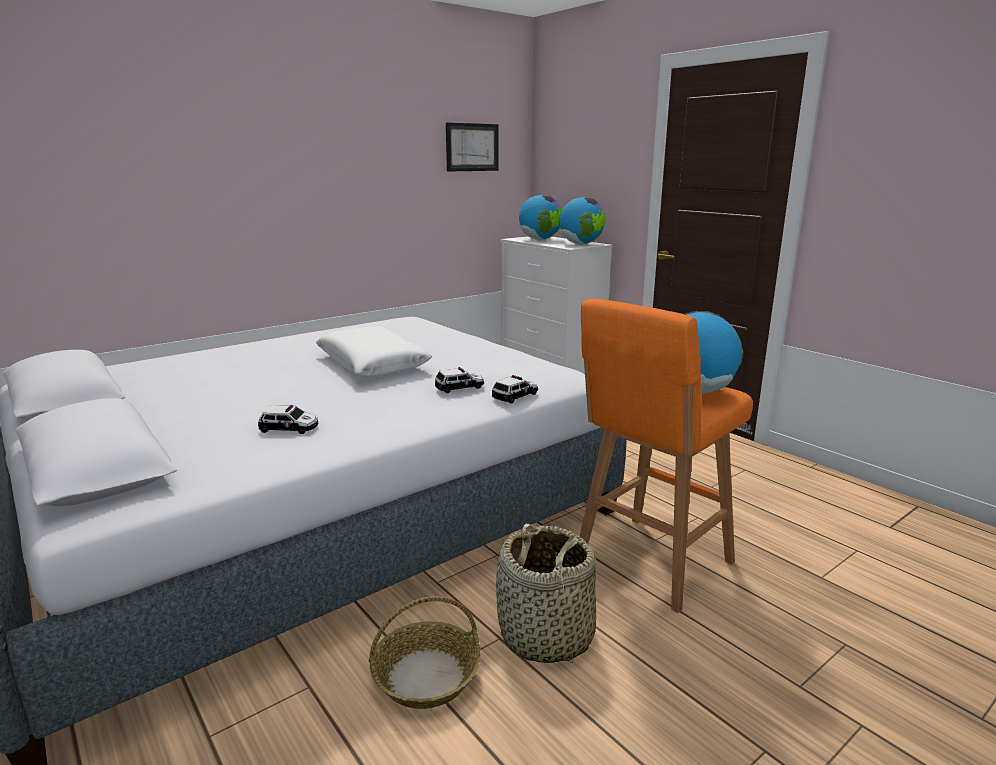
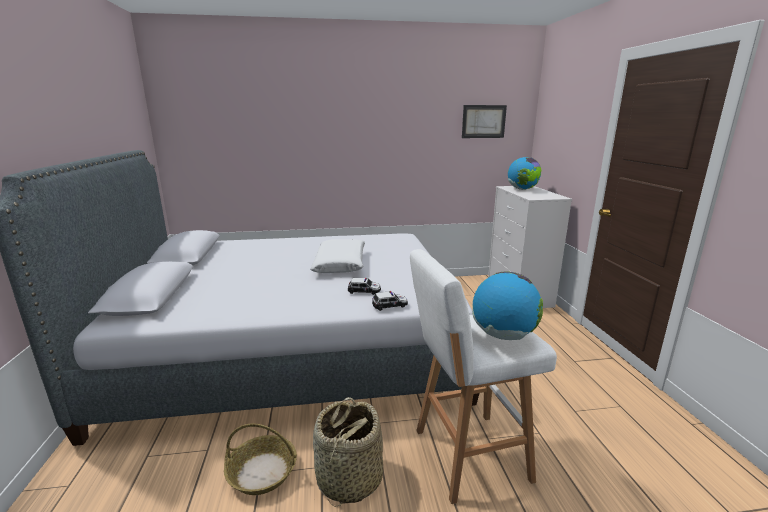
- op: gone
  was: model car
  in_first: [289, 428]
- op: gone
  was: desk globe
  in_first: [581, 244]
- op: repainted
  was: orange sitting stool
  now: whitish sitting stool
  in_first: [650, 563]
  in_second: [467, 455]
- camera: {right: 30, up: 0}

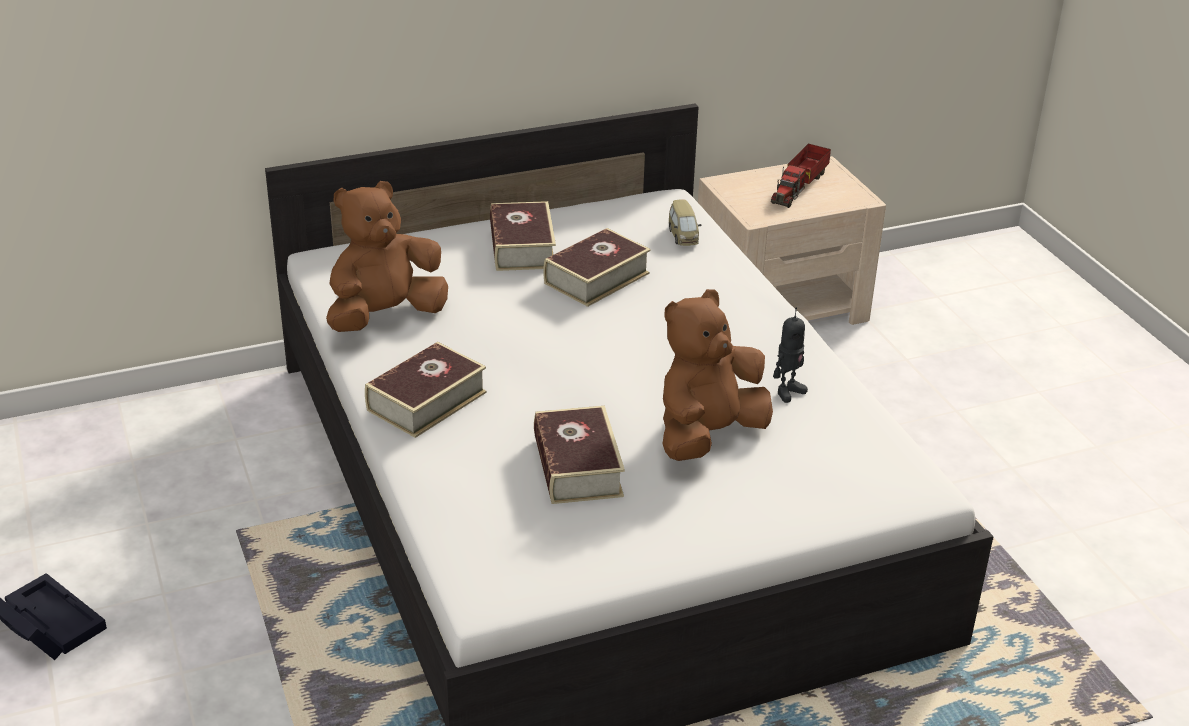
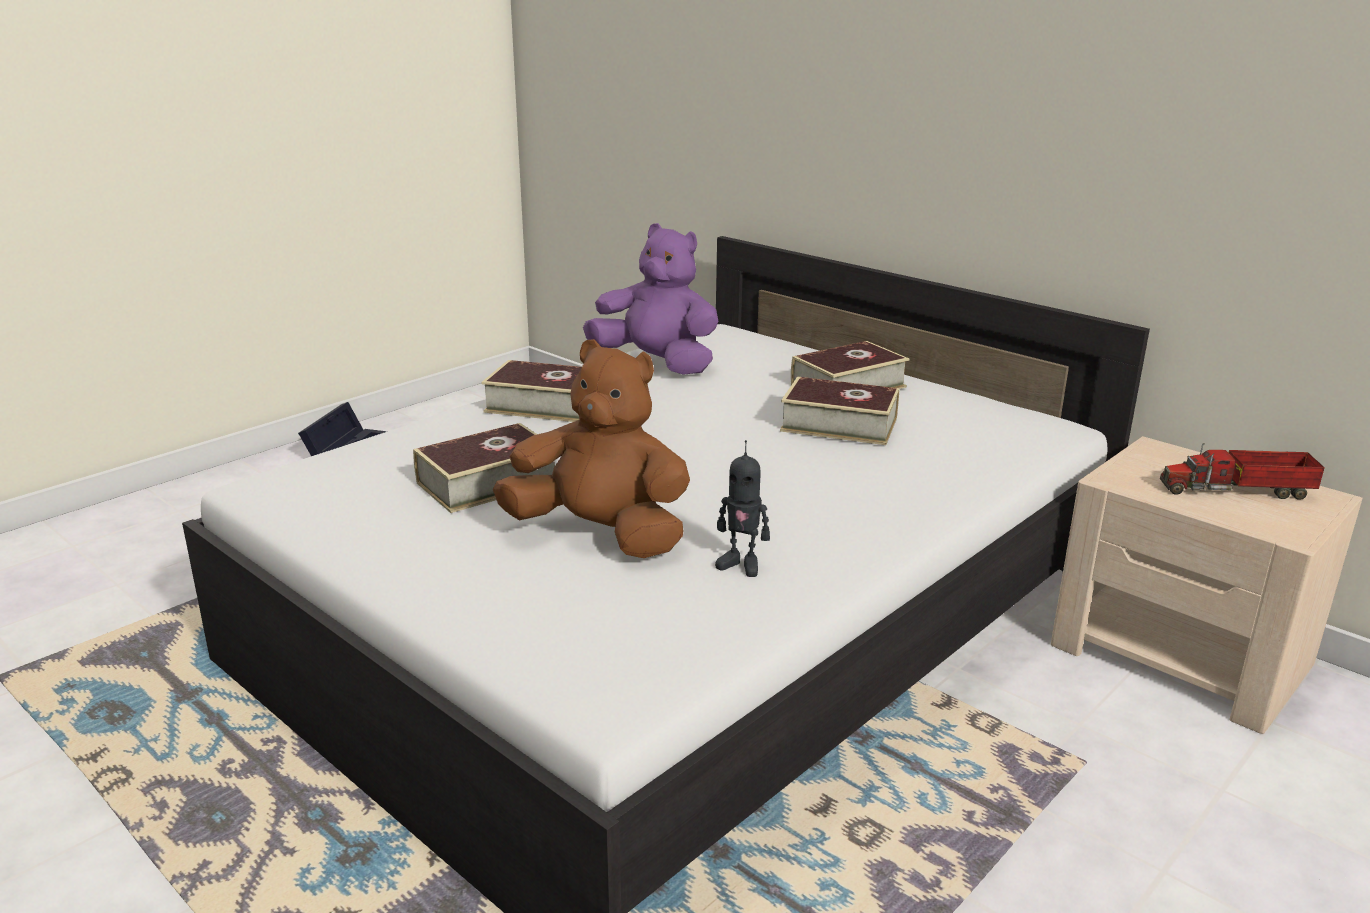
- op: repainted
  was: brownish cuddly toy
  now: purple-coloured cuddly toy
  in_first: [385, 316]
  in_second: [657, 364]
- op: gone
  was: model car
  in_first: [683, 236]
- camera: {right: 65, up: -10}

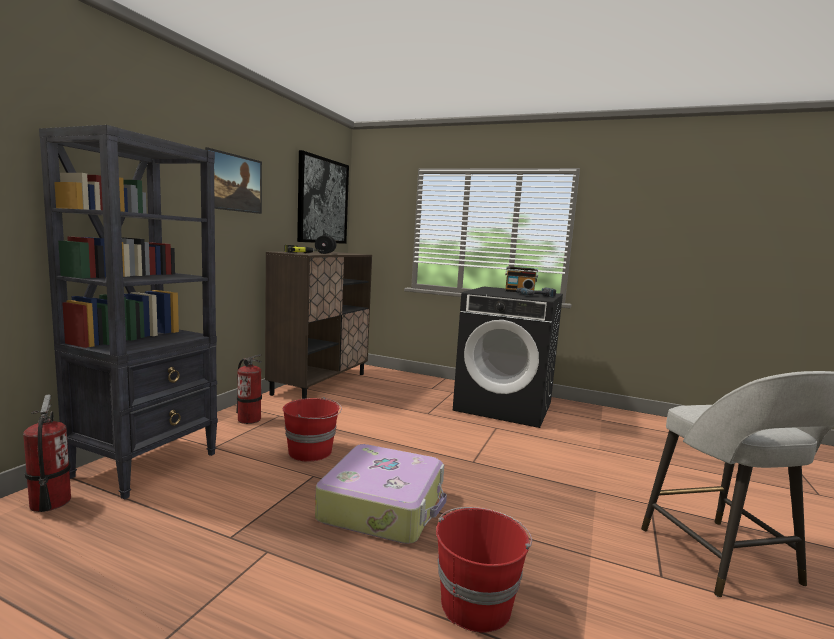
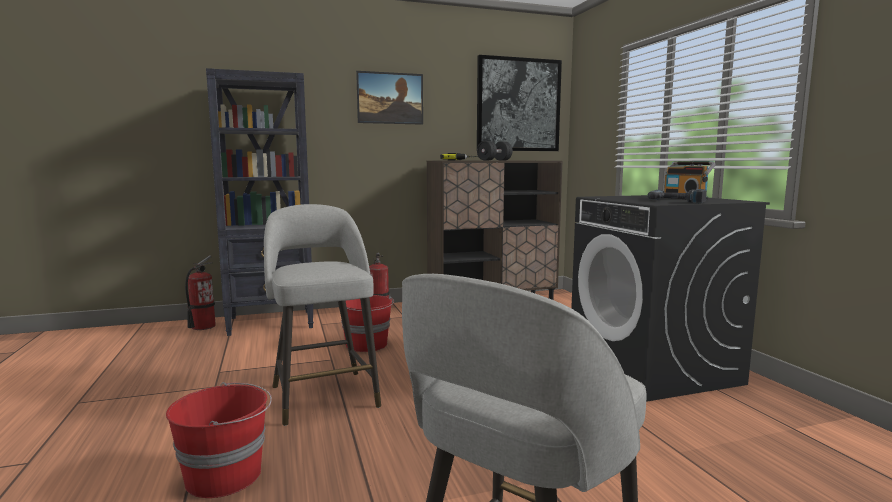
- op: swapped
  was: piece of luggage
  now: gray sitting stool
  in_first: [383, 506]
  in_second: [323, 395]
- camera: {right: 50, up: 0}

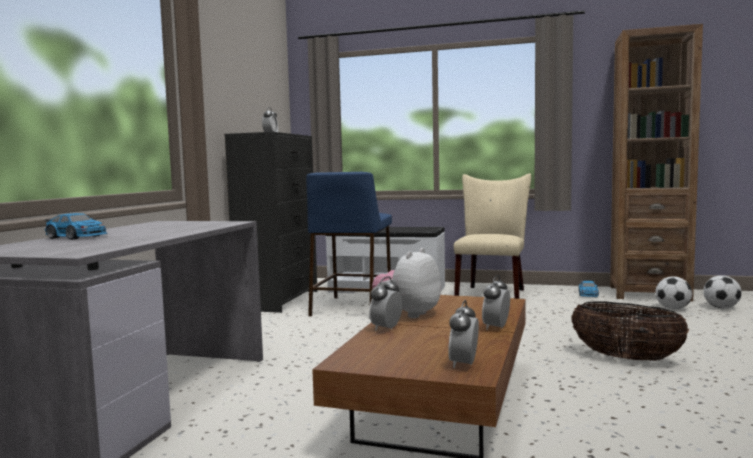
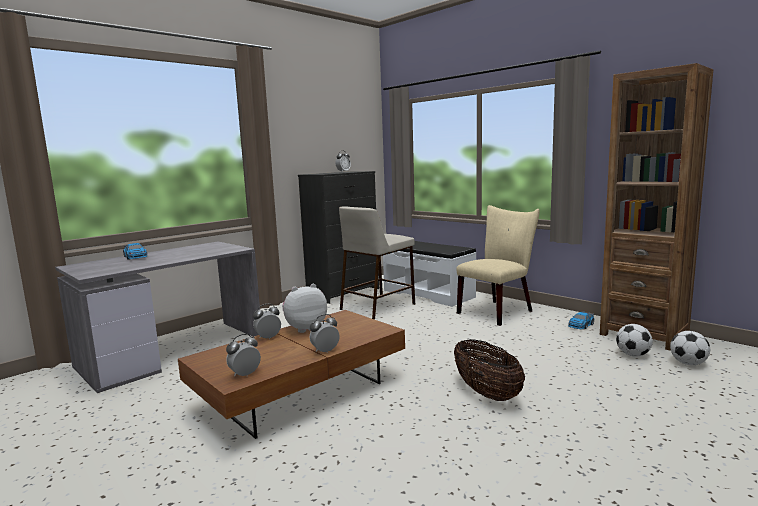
- op: repainted
  was: blue-coloured sitting stool
  now: beige sitting stool
  in_first: [352, 307]
  in_second: [378, 306]
- camera: {right: 30, up: 5}

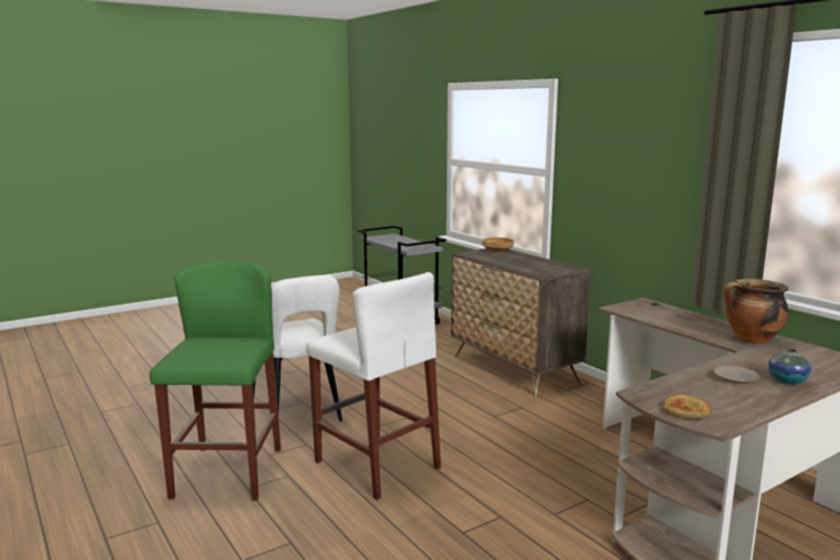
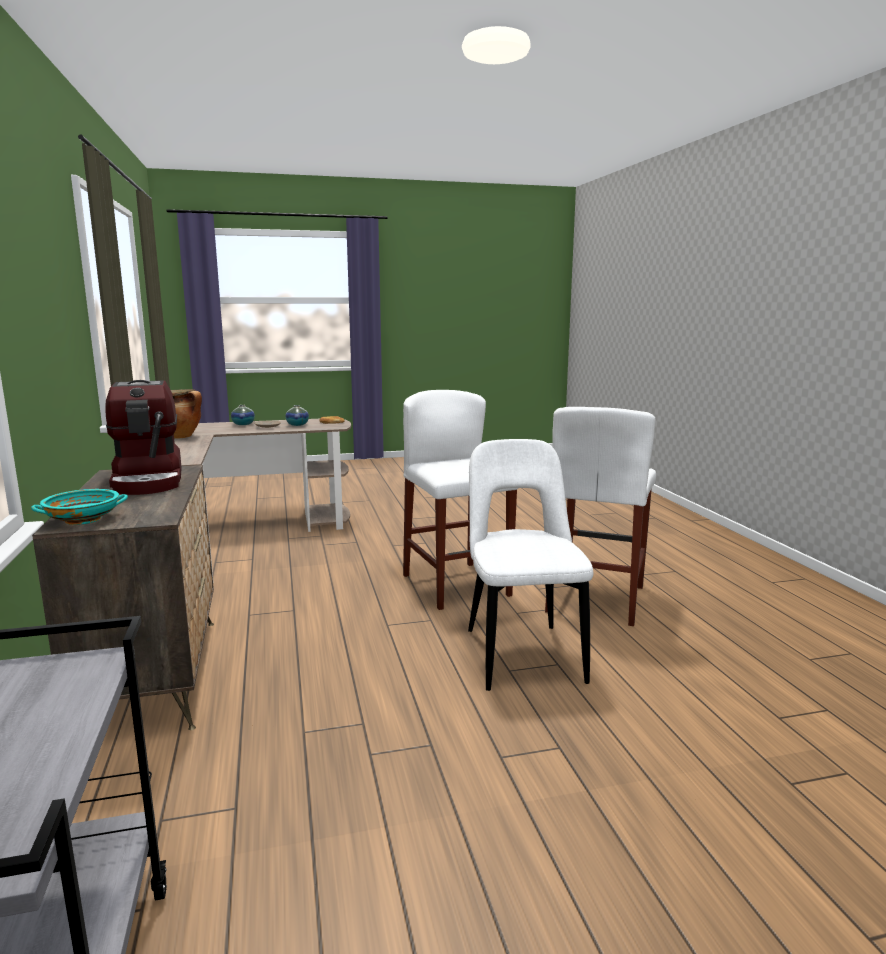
- op: repainted
  was: green sitting stool
  now: whitish sitting stool
  in_first: [227, 473]
  in_second: [596, 599]
- op: repainted
  was: beige bowl
  now: turquoise-coloured bowl
  in_first: [497, 251]
  in_second: [83, 519]
- op: new
  now: coffee maker
  in_second: [149, 480]
- op: new
  now: flower vase
  in_second: [297, 425]
- camera: {right: -160, up: 0}

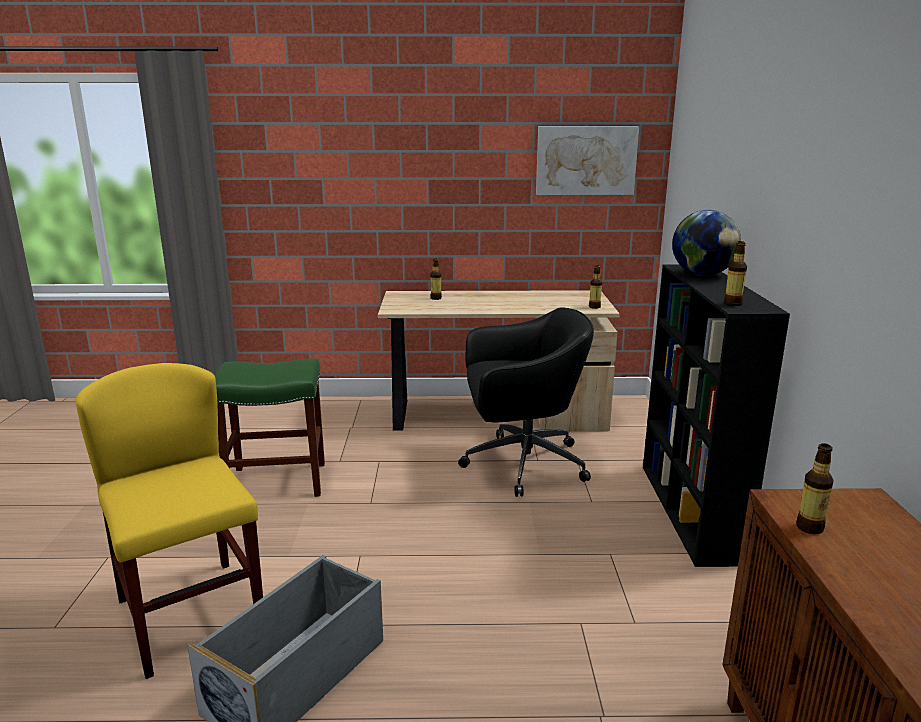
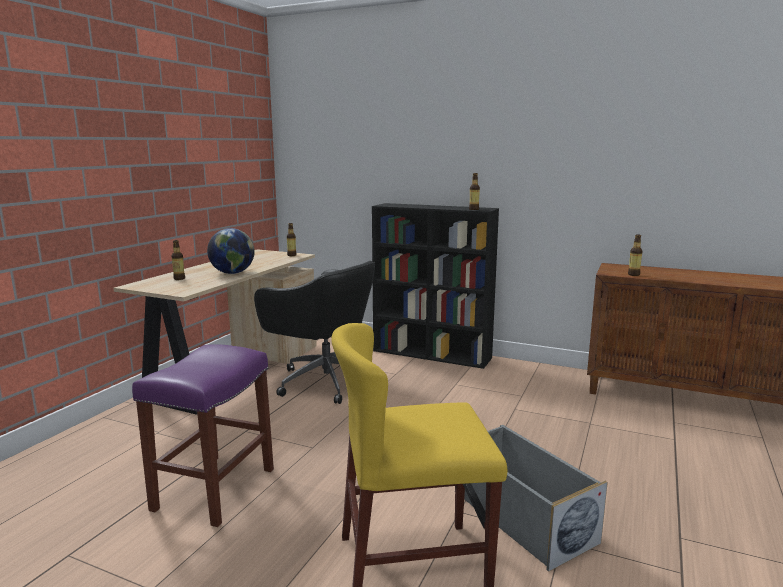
- op: repainted
  was: green sitting stool
  now: purple-coloured sitting stool
  in_first: [275, 482]
  in_second: [214, 490]
- op: rotated
  was: black desk chair
  in_first: [521, 464]
  in_second: [324, 381]
  clockwise: 105
- op: gone
  was: picture
  in_first: [586, 160]
- op: shifted
  was: desk globe
  in_first: [702, 274]
  in_second: [232, 273]
- camera: {right: -65, up: -5}

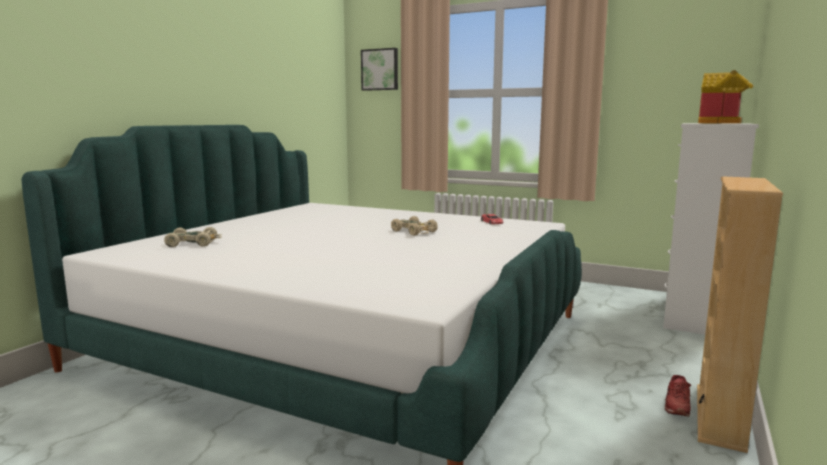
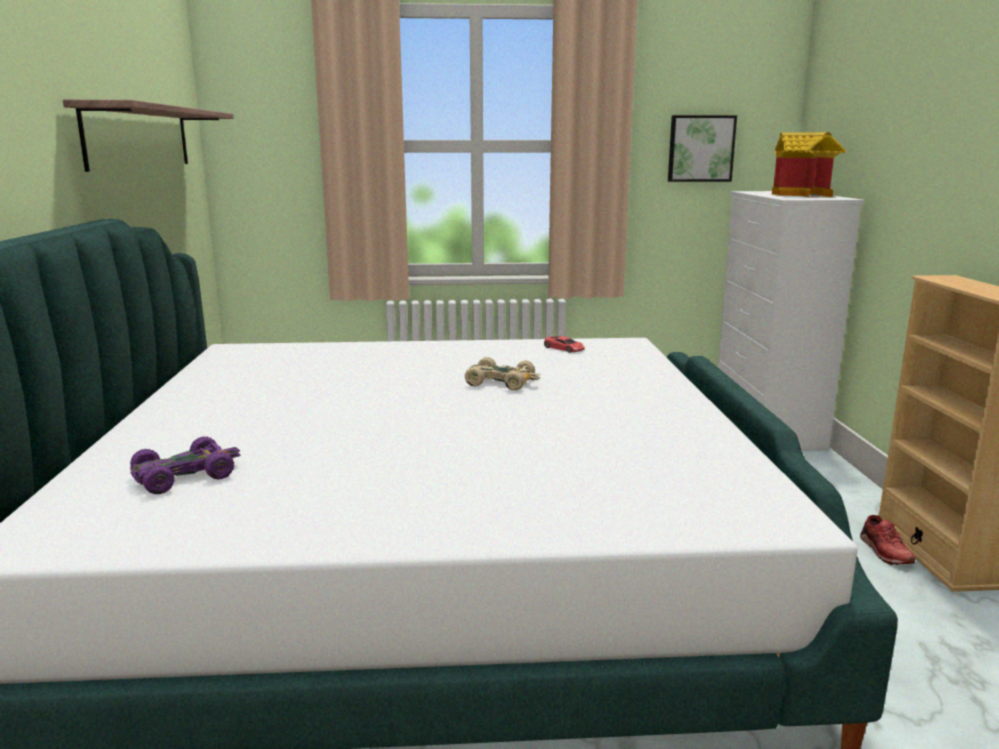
- op: repainted
  was: beige model car
  now: purple-coloured model car
  in_first: [193, 243]
  in_second: [185, 476]
- op: shifted
  was: picture
  in_first: [380, 69]
  in_second: [700, 148]
- op: new
  now: wall shelf
  in_second: [140, 137]
- camera: {right: -30, up: 5}

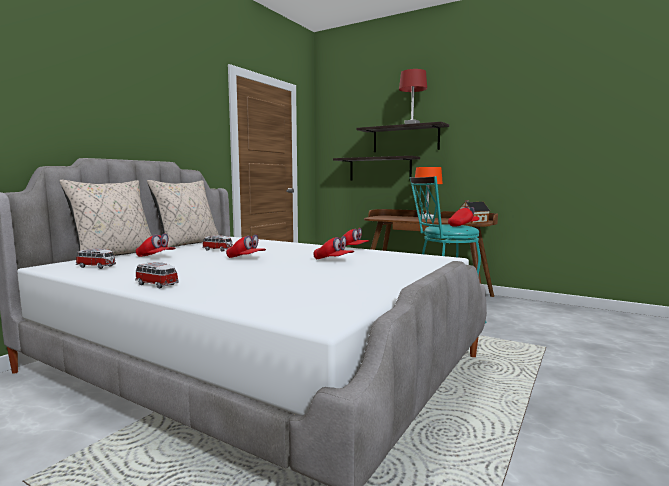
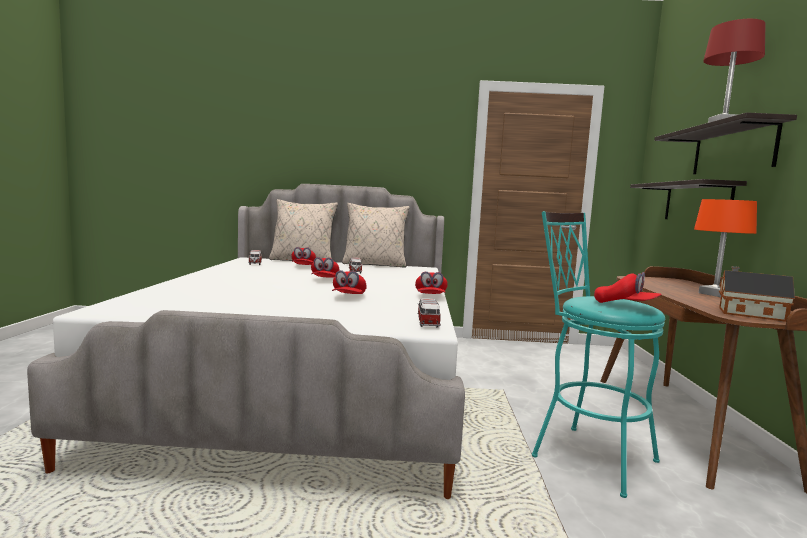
- op: shifted
  was: model car
  in_first: [156, 285]
  in_second: [428, 323]
- camera: {right: 60, up: 0}

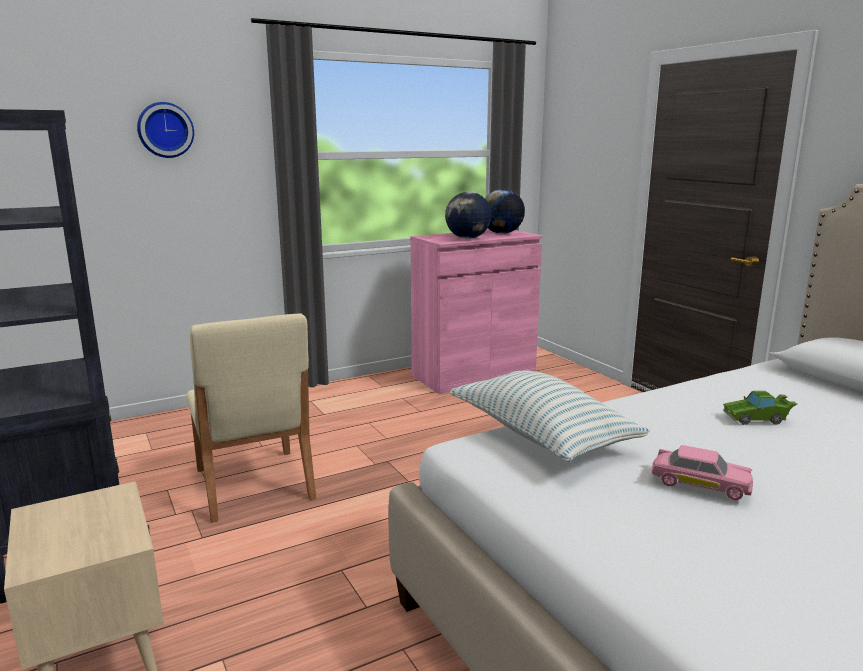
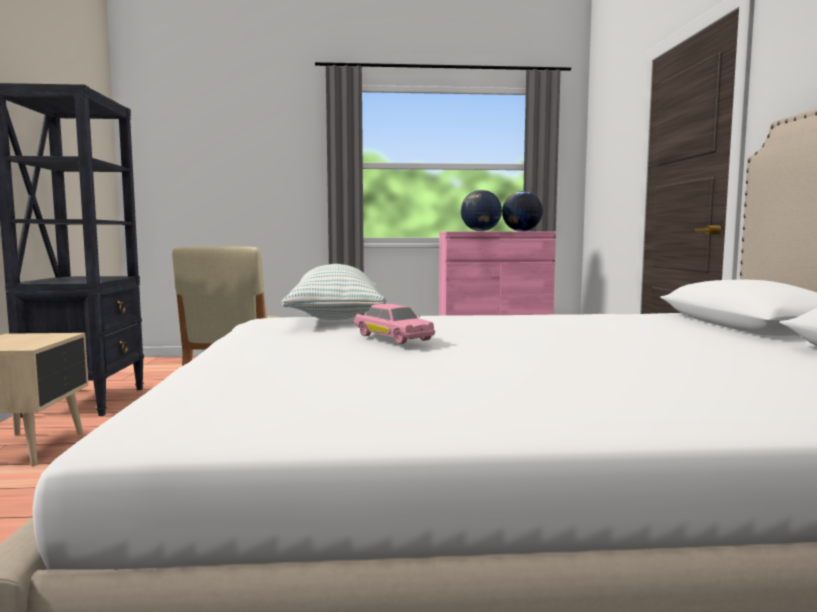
- op: gone
  was: wall clock
  in_first: [165, 130]
- op: gone
  was: green model car
  in_first: [757, 419]
- camera: {right: 25, up: -10}

